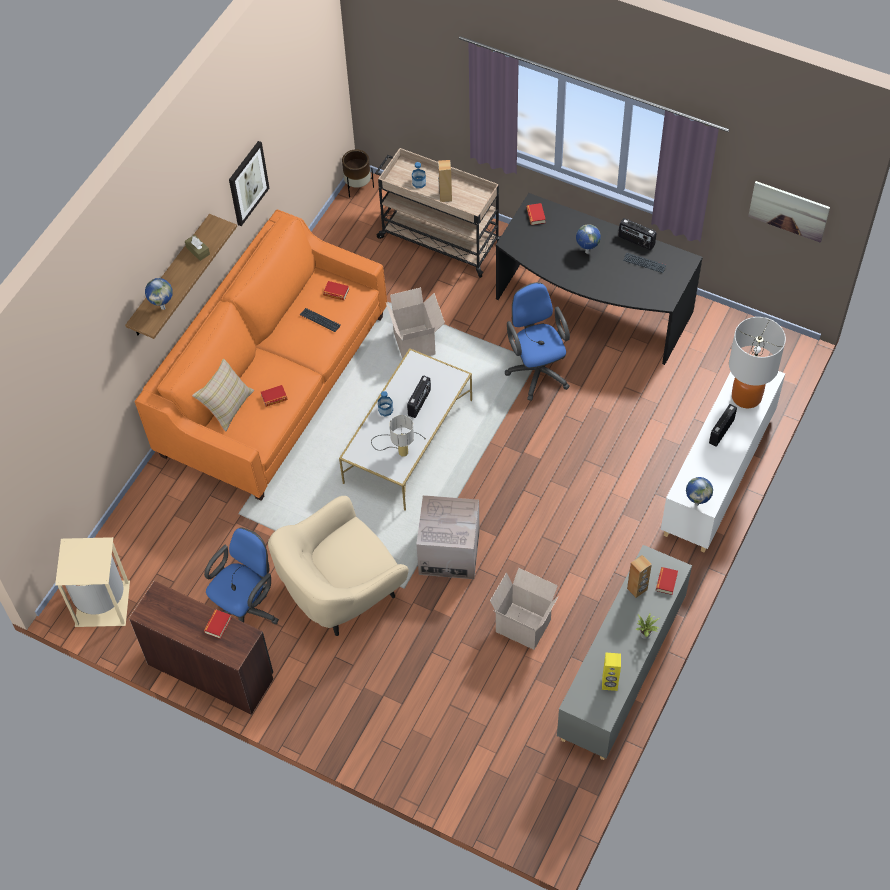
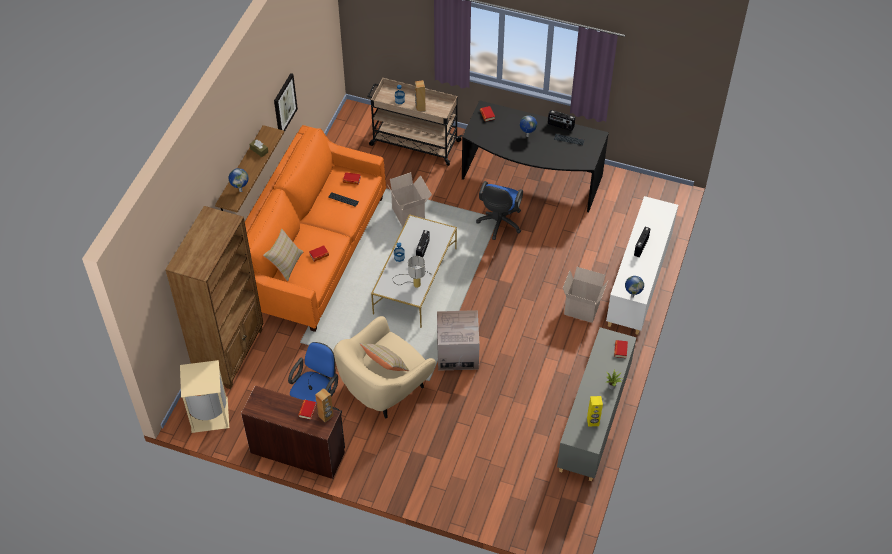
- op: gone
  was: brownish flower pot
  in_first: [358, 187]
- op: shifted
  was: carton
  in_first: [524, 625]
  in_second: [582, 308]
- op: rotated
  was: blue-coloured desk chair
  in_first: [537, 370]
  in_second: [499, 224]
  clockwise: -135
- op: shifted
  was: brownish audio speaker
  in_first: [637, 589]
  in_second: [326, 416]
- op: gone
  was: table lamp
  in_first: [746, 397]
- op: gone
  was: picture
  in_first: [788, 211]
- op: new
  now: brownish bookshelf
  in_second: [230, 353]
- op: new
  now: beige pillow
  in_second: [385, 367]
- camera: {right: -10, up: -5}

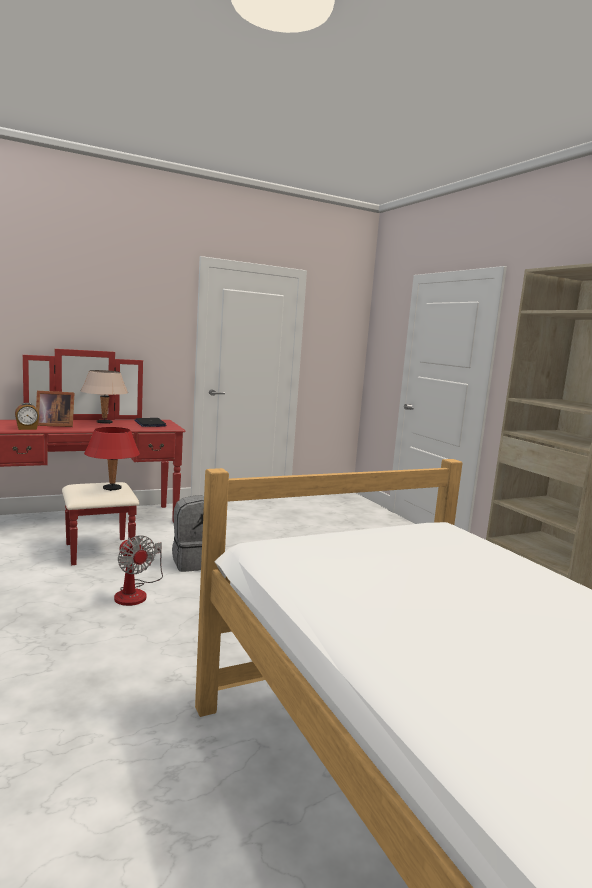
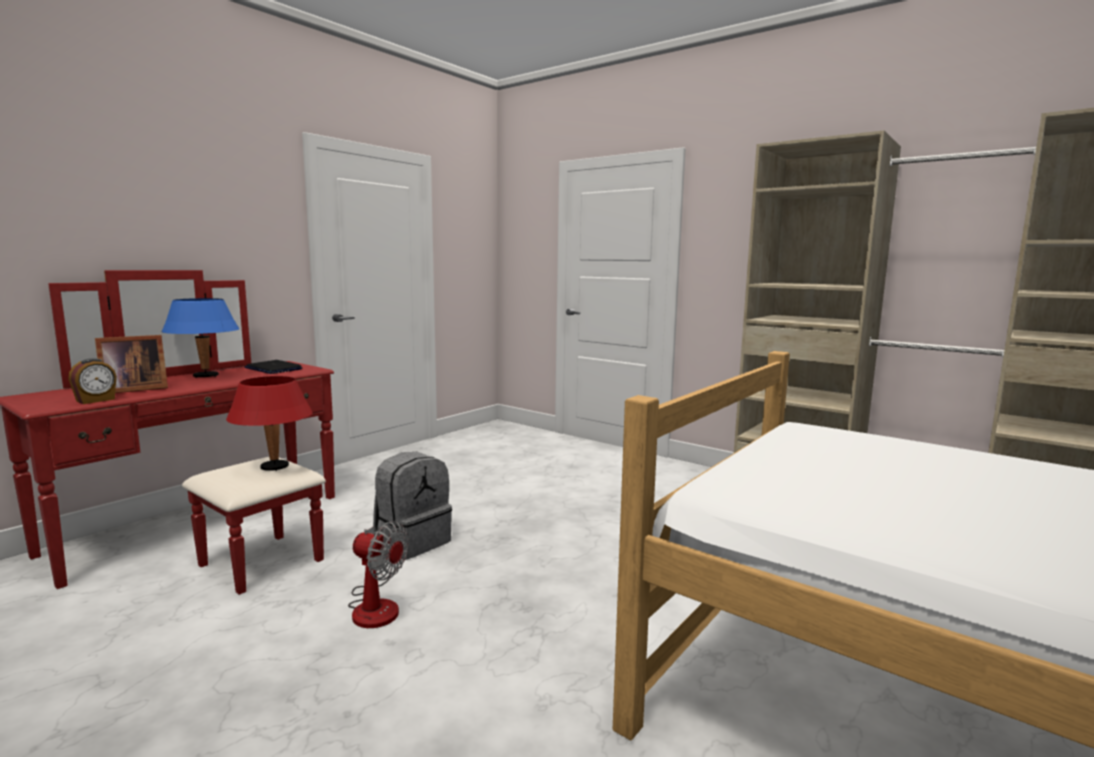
- op: repainted
  was: beige table lamp
  now: blue-coloured table lamp
  in_first: [104, 423]
  in_second: [206, 376]
- camera: {right: -25, up: 0}

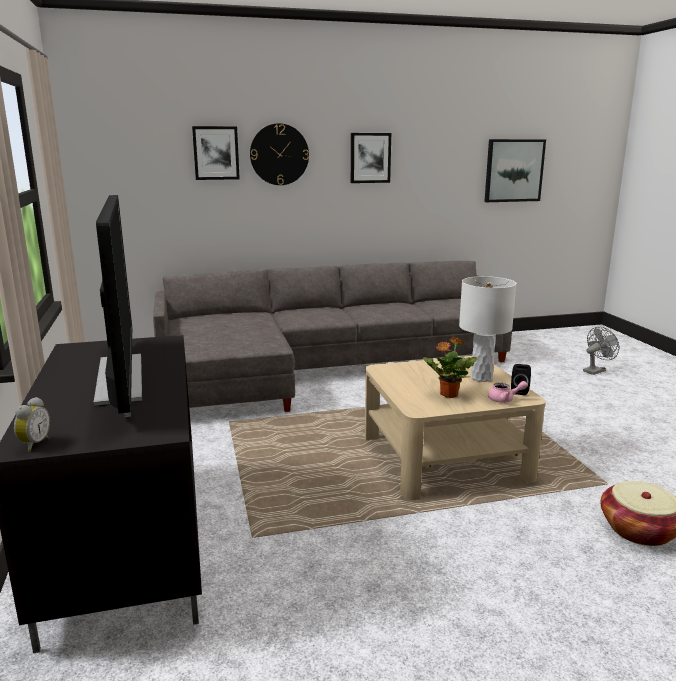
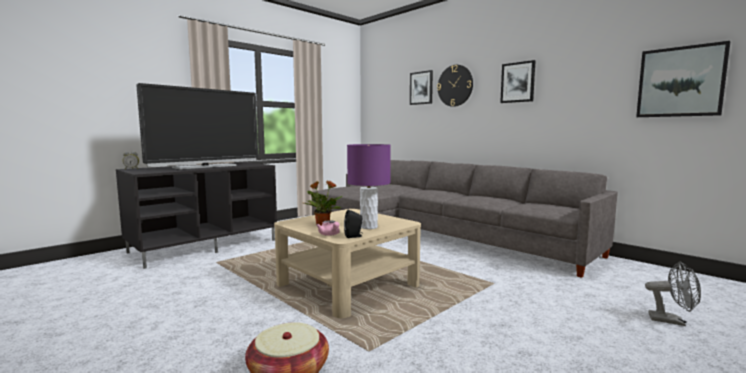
- op: repainted
  was: whitish table lamp
  now: purple-coloured table lamp
  in_first: [481, 378]
  in_second: [368, 227]
- camera: {right: 60, up: -10}

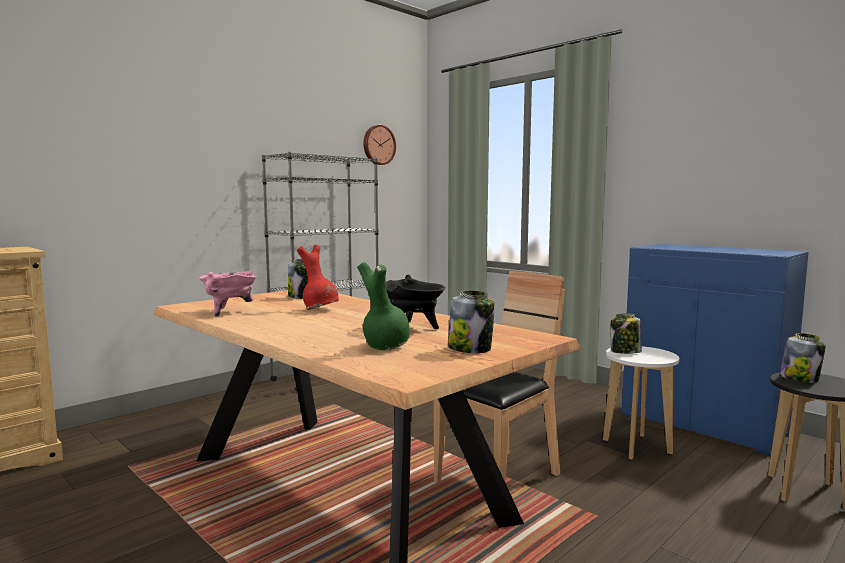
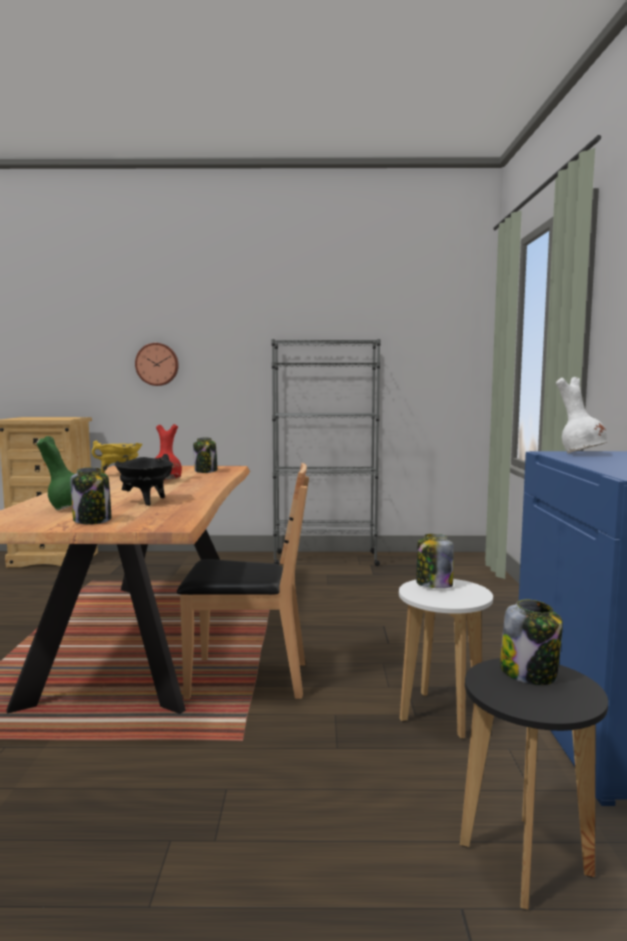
- op: repainted
  was: pinkish saucepot
  now: yellow-coloured saucepot
  in_first: [230, 312]
  in_second: [120, 474]
- op: shifted
  was: wall clock
  in_first: [378, 145]
  in_second: [157, 364]
- op: new
  now: whitish flower vase
  in_second: [581, 454]
- camera: {right: 45, up: 0}

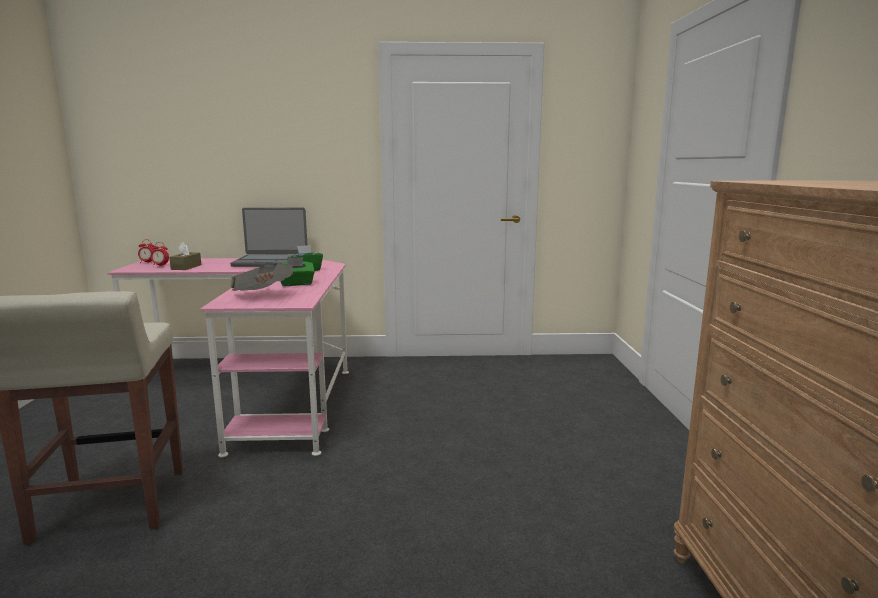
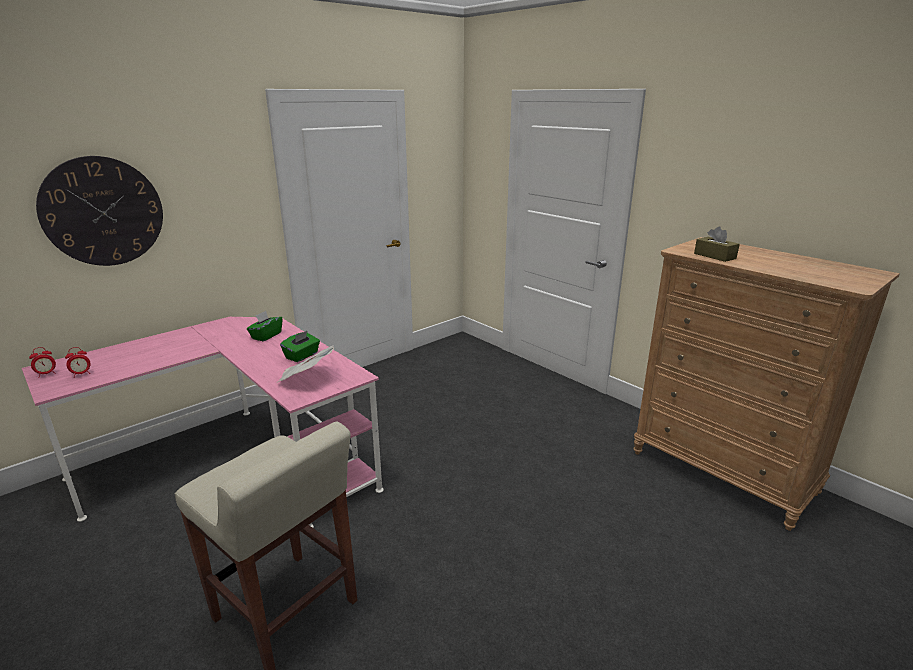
- op: shifted
  was: brownish tissue holder
  in_first: [186, 267]
  in_second: [714, 256]
- op: gone
  was: portable computer
  in_first: [271, 262]
- op: new
  now: wall clock
  in_second: [103, 212]
- camera: {right: -40, up: 10}

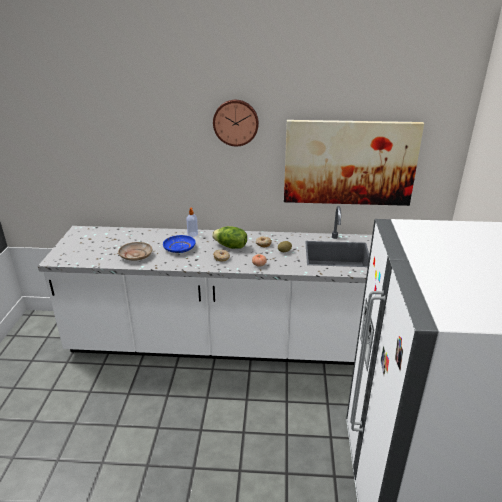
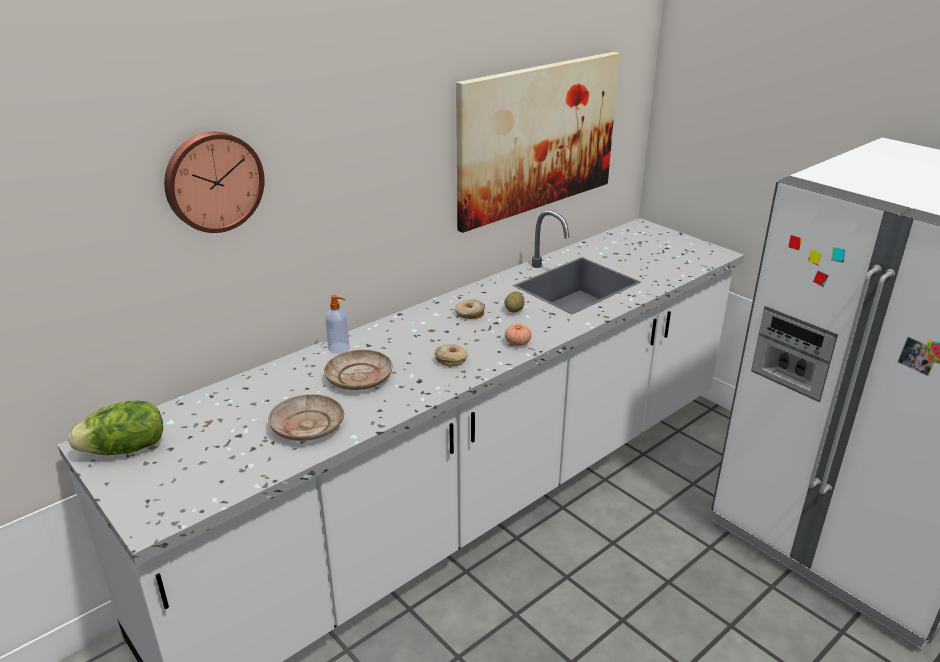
- op: repainted
  was: blue-coloured flat dish
  now: beige flat dish
  in_first: [179, 248]
  in_second: [359, 378]
- op: shifted
  was: head of lettuce
  in_first: [230, 246]
  in_second: [125, 450]
- op: shifted
  was: wall clock
  in_first: [236, 122]
  in_second: [213, 181]
- camera: {right: -45, up: 0}

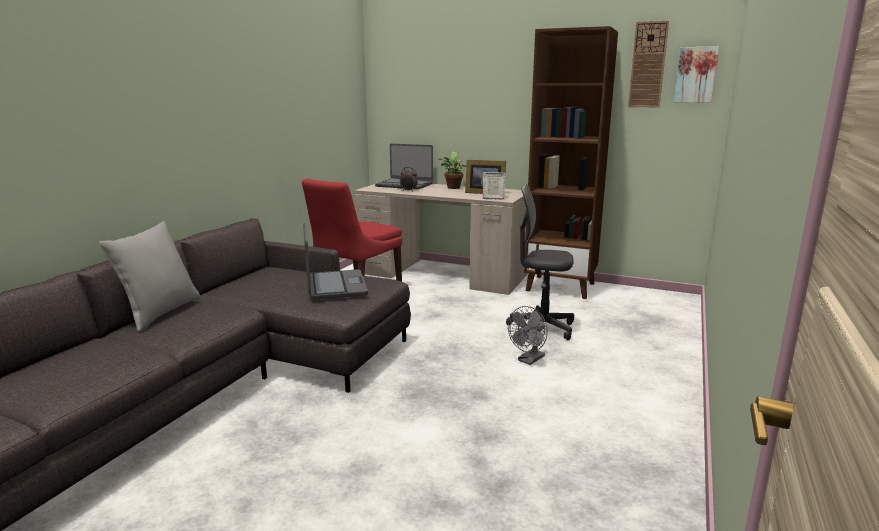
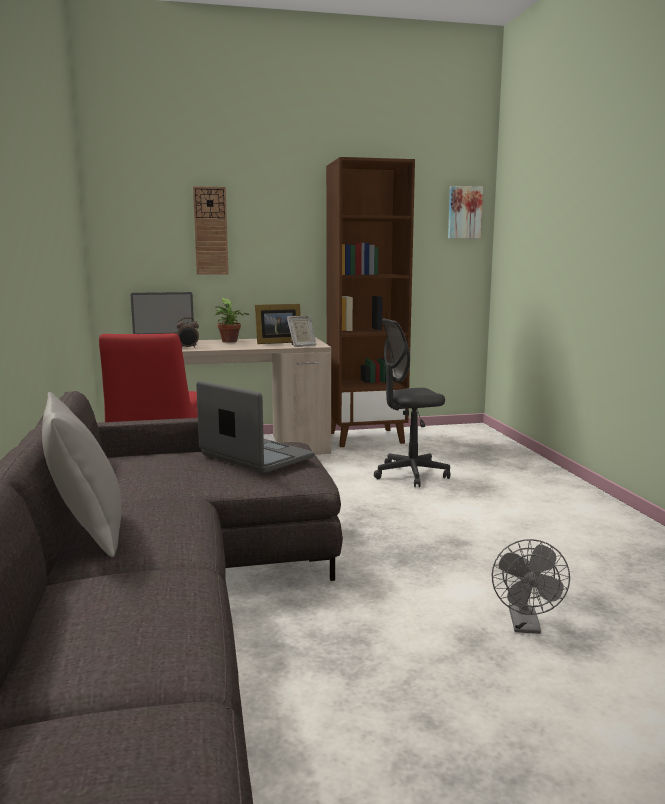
- op: shifted
  was: gray cooling fan
  in_first: [529, 360]
  in_second: [526, 626]
- op: shifted
  was: wall clock
  in_first: [648, 65]
  in_second: [211, 231]
- camera: {right: -35, up: -5}

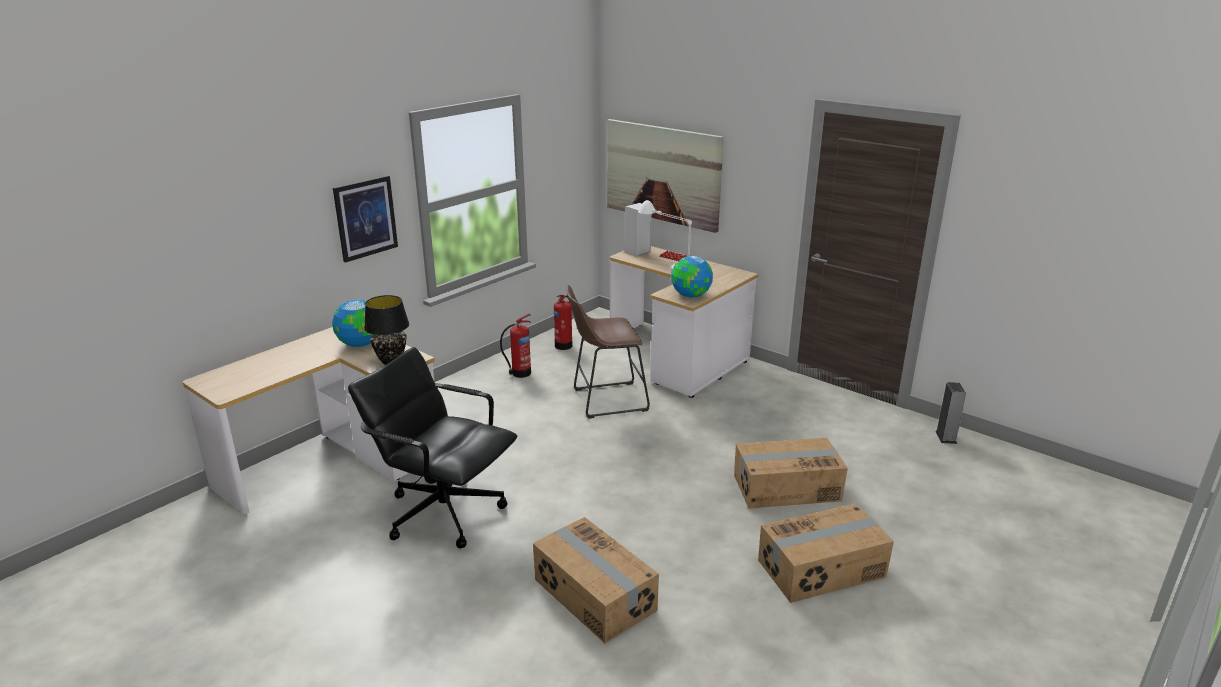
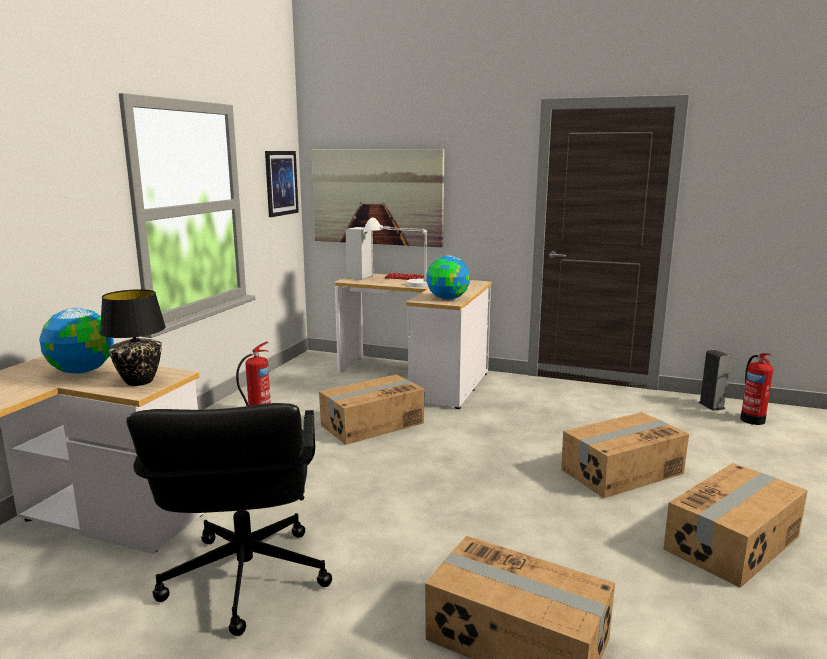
- op: shifted
  was: picture
  in_first: [365, 218]
  in_second: [281, 183]
- op: rotated
  was: black desk chair
  in_first: [444, 511]
  in_second: [244, 578]
  clockwise: -105
- op: shifted
  was: fire extinguisher
  in_first: [564, 345]
  in_second: [752, 419]
- op: swapped
  was: brownish sitting stool
  now: carton
  in_first: [605, 400]
  in_second: [371, 424]
- camera: {right: -20, up: -10}

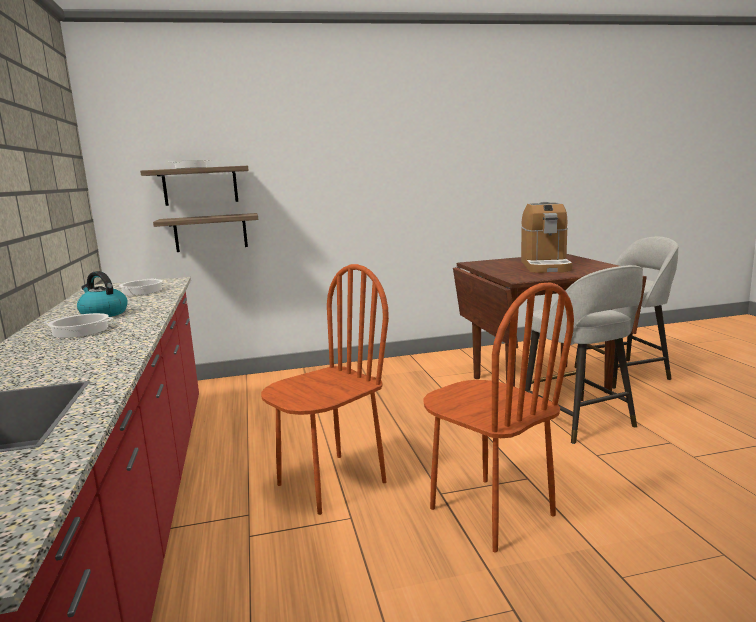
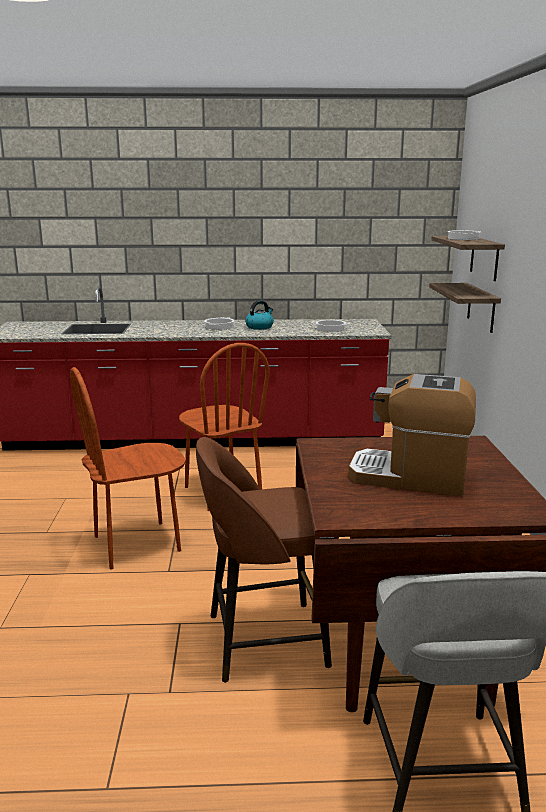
- op: repainted
  was: gray sitting stool
  now: brownish sitting stool
  in_first: [579, 421]
  in_second: [262, 641]
- camera: {right: 100, up: 5}

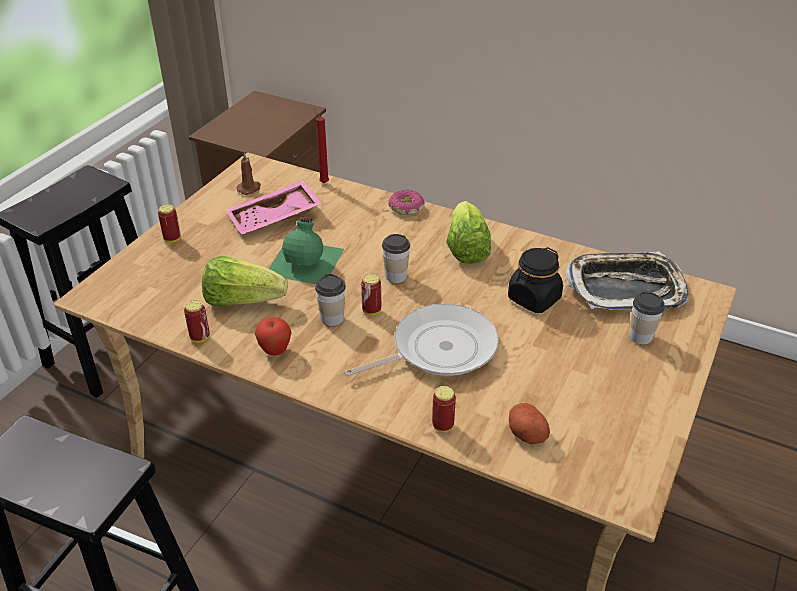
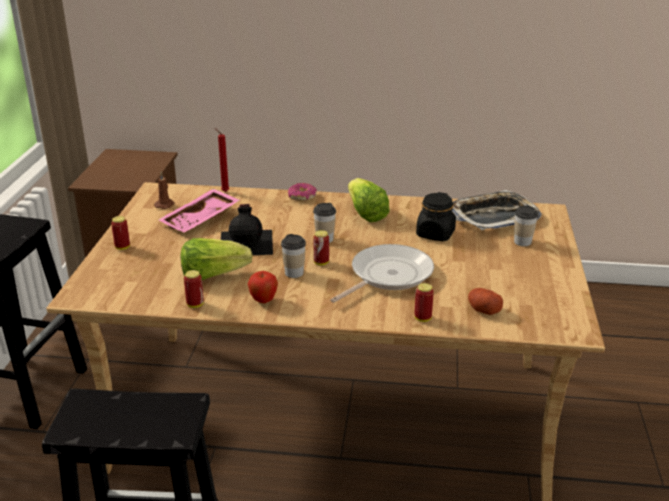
- op: repainted
  was: green drink bottle
  now: black drink bottle
  in_first: [306, 261]
  in_second: [247, 242]
- camera: {right: -20, up: -10}

